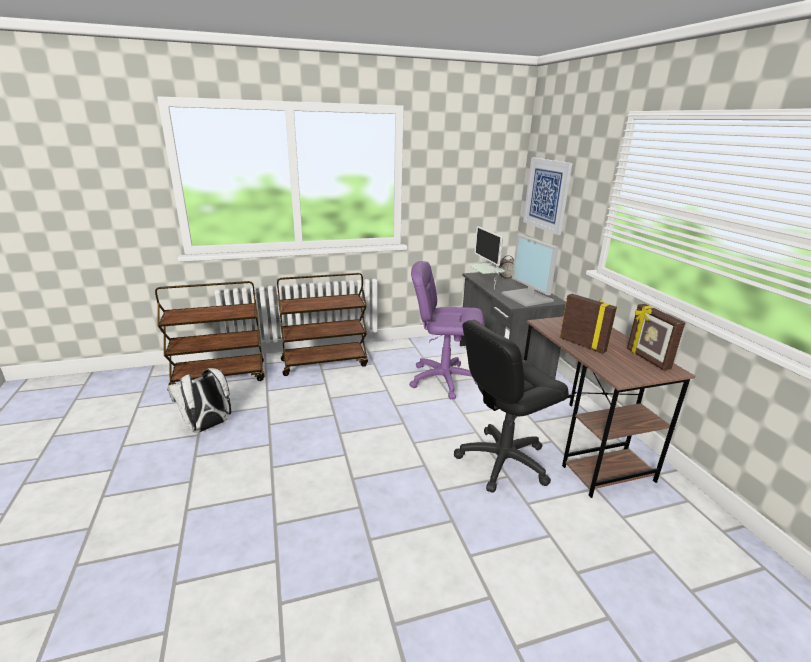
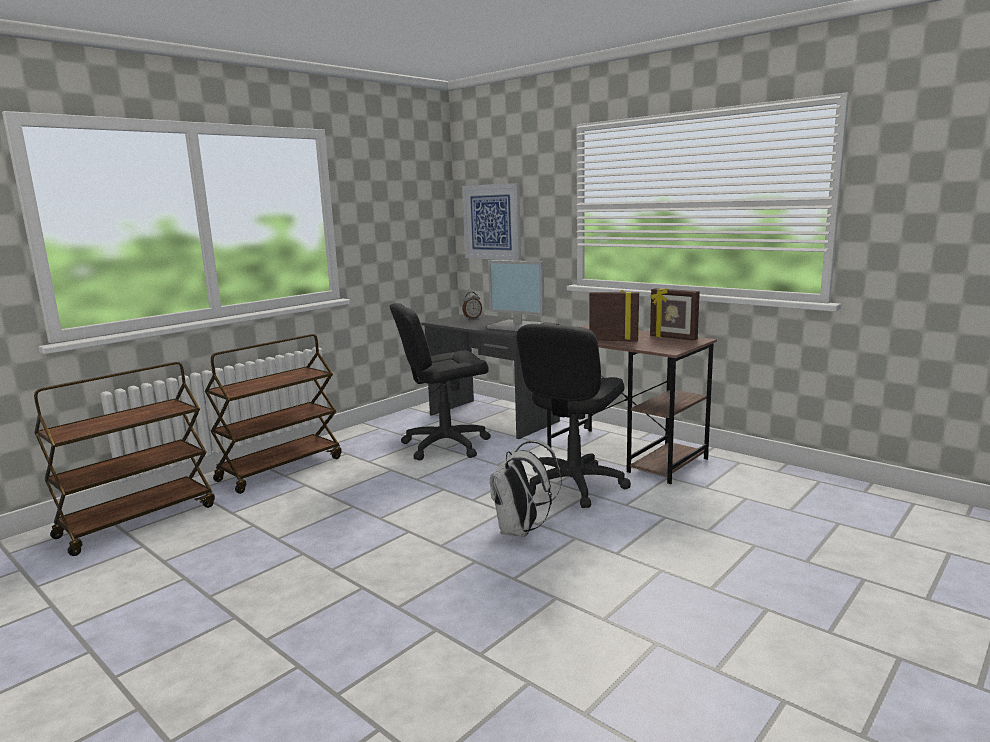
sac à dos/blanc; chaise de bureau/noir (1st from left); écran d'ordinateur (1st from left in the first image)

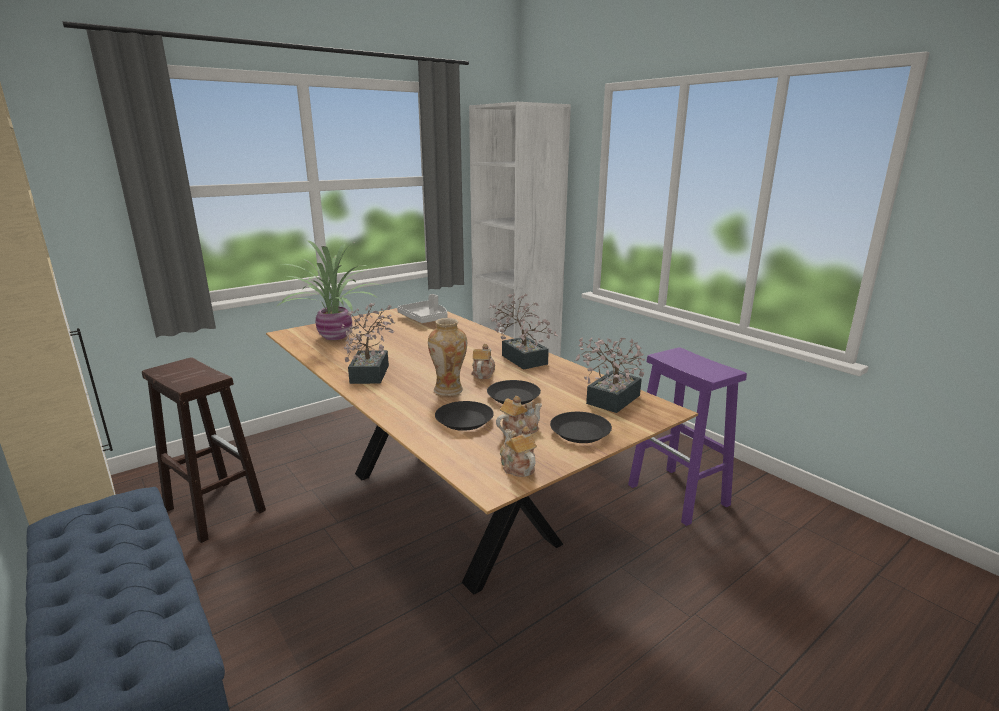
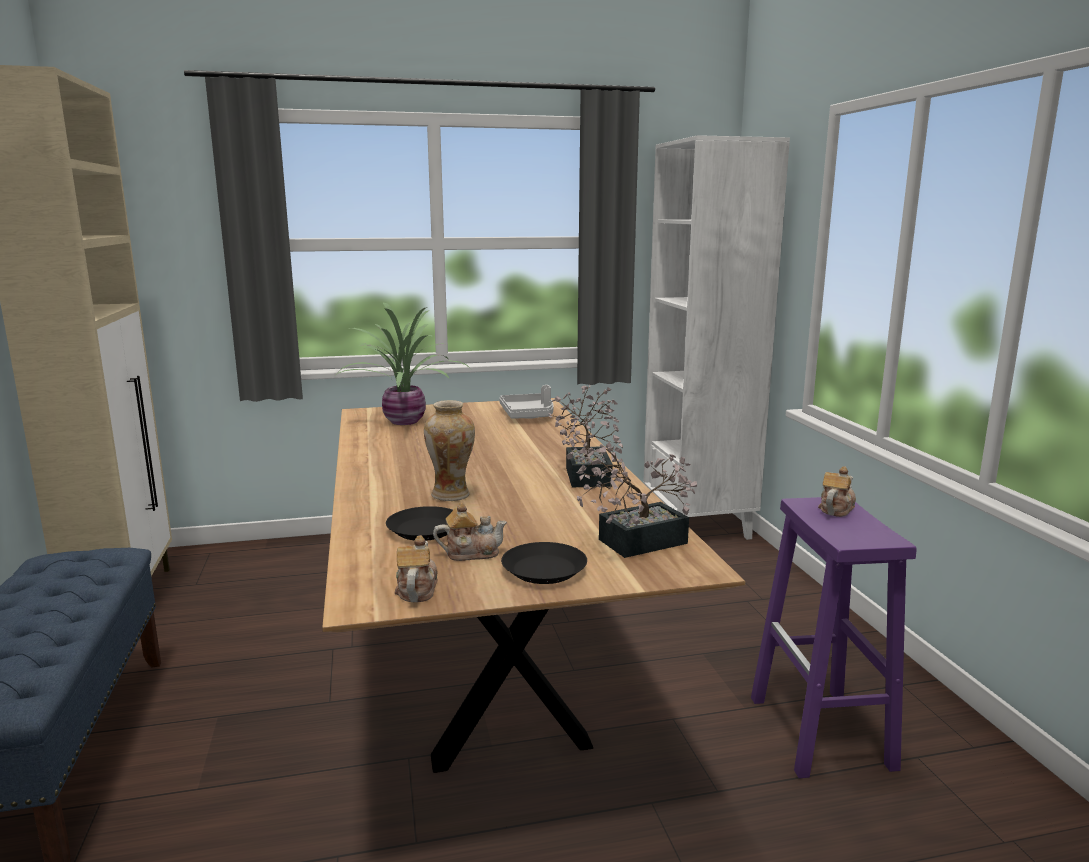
tabouret/marron; plante en pot (2nd from left in the first image); théière (3rd from left); assiette/noir (2nd from left in the first image)

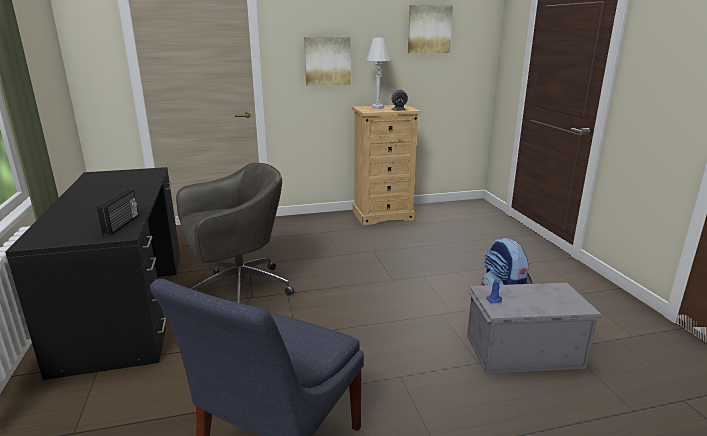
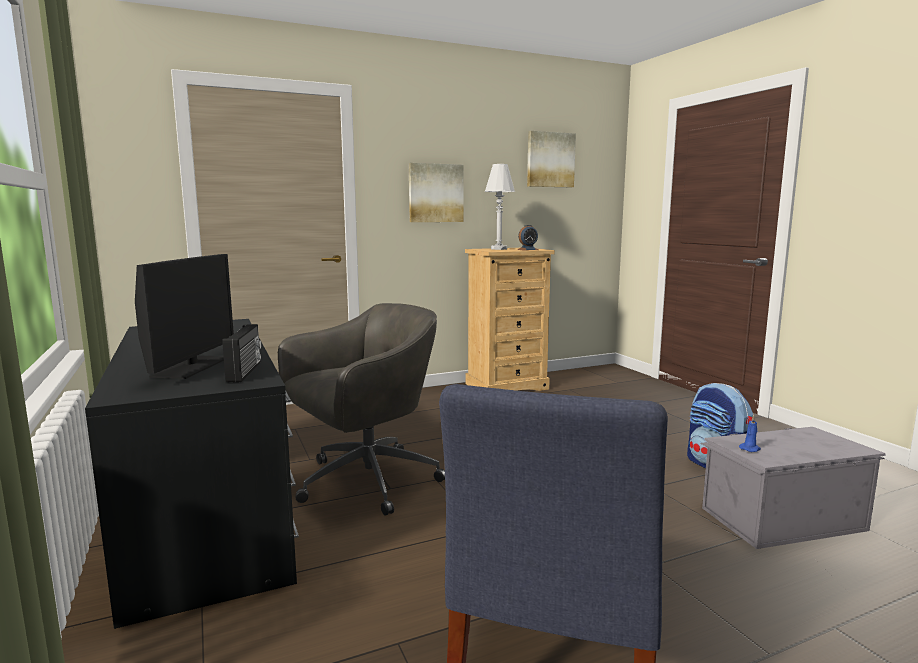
écran d'ordinateur

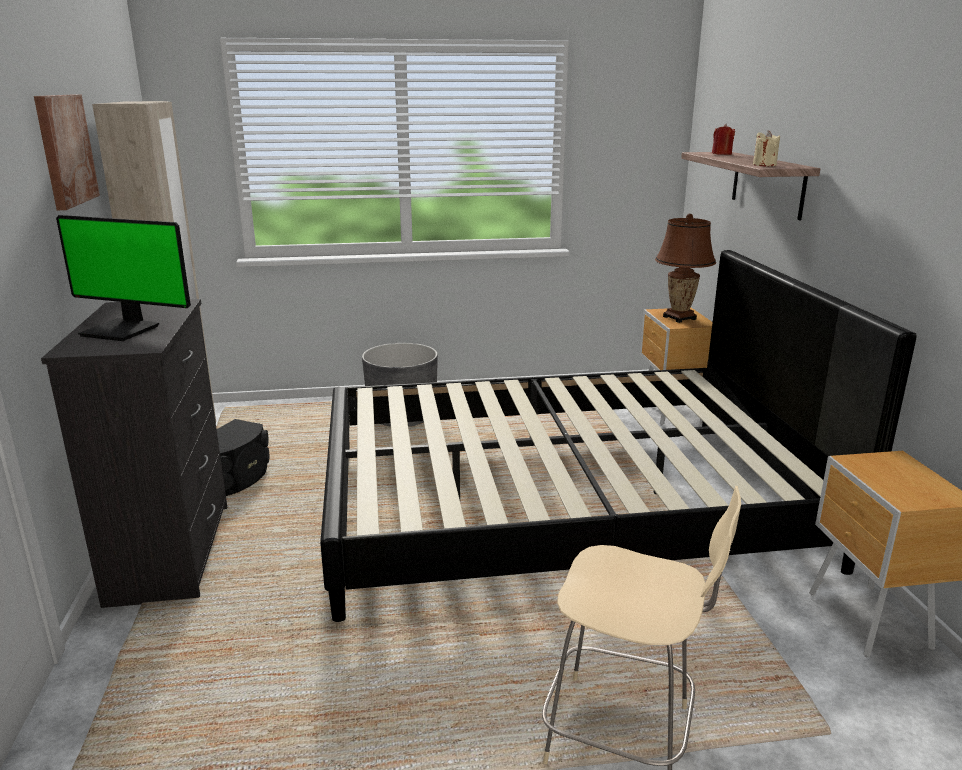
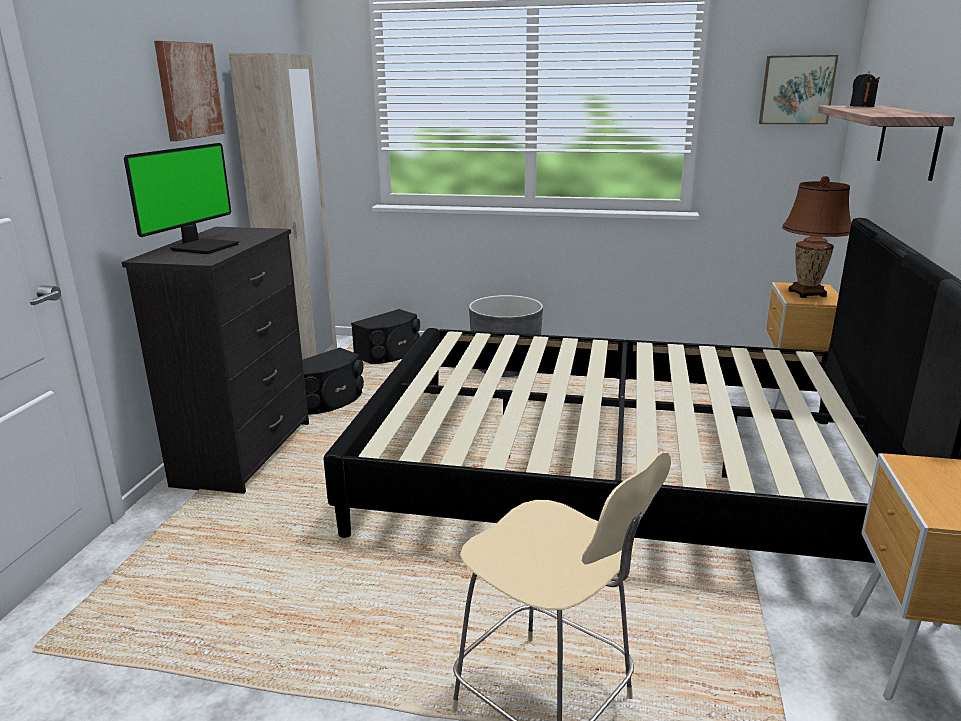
écran d'ordinateur; bougie/noir; bougie/beige; enceinte/noir (2nd from left); tableau (2nd from left)

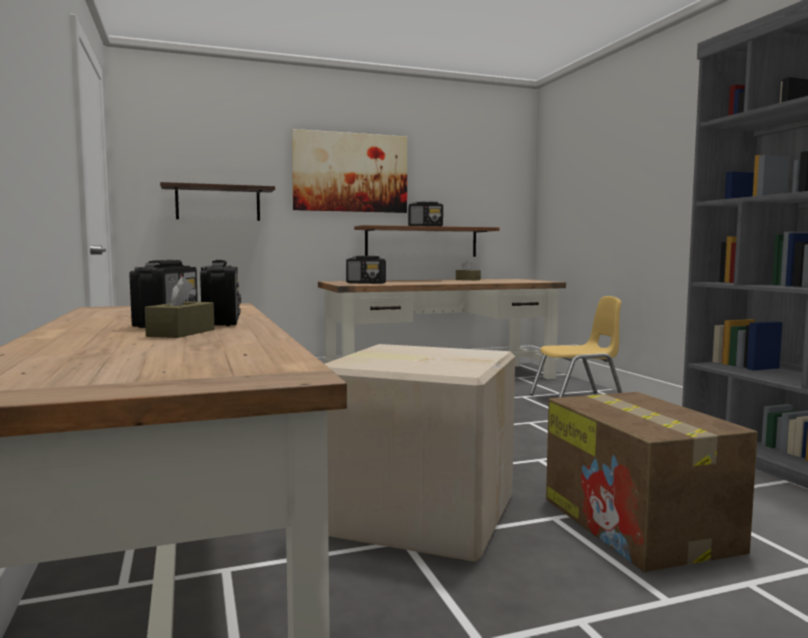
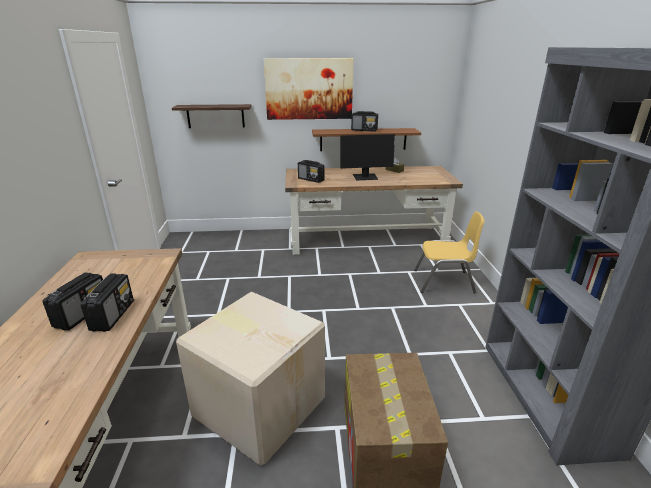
boîte à mouchoirs/marron (1st from left in the first image); écran d'ordinateur

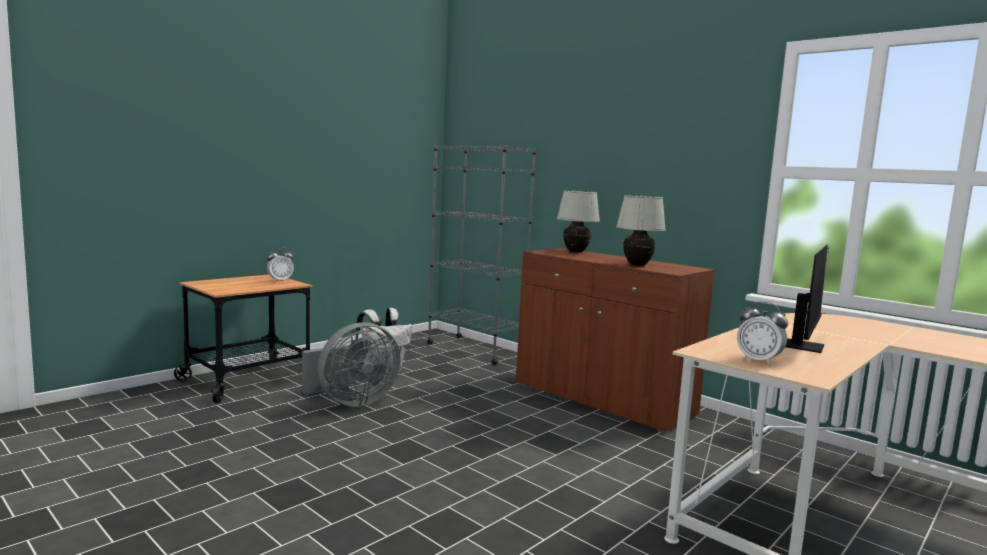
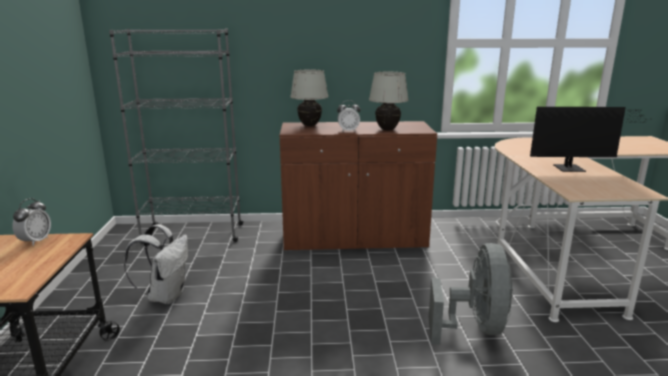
ventilateur/gris; réveil (2nd from left); écran d'ordinateur

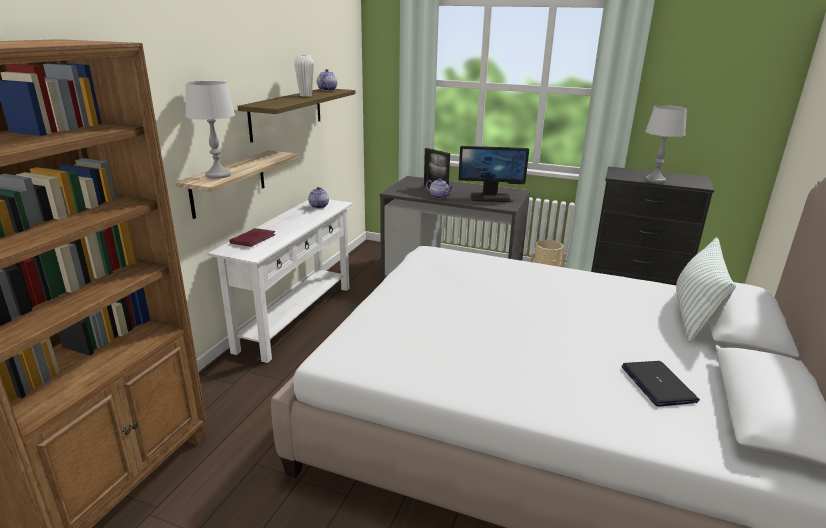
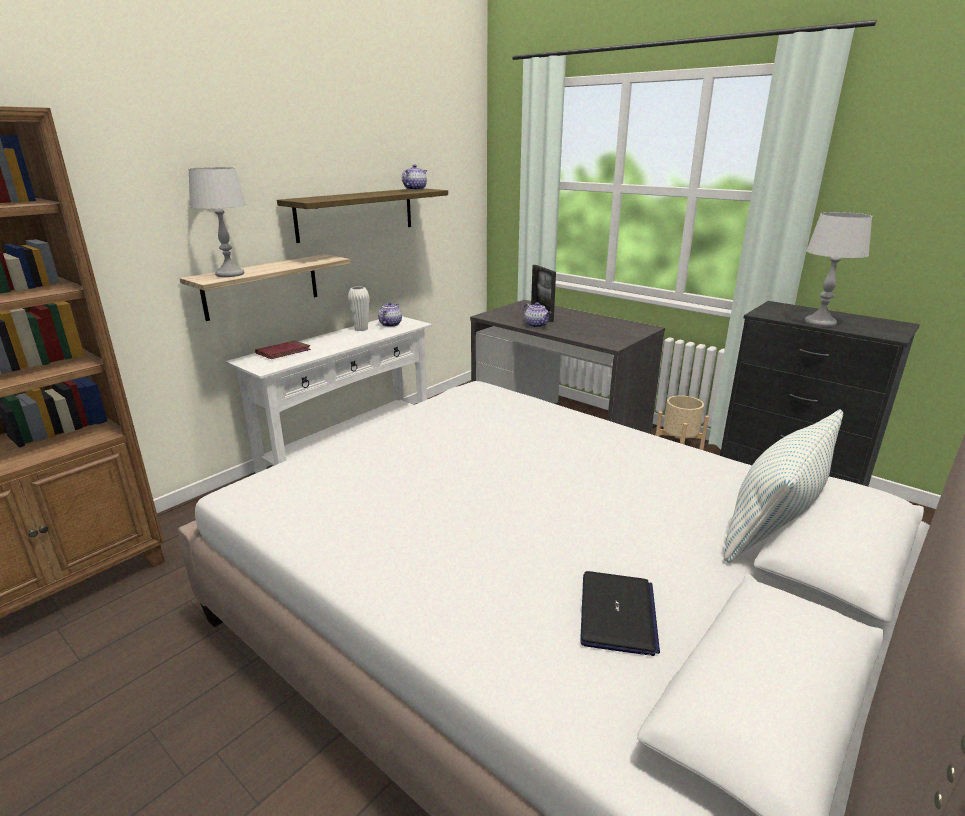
vase/blanc; écran d'ordinateur

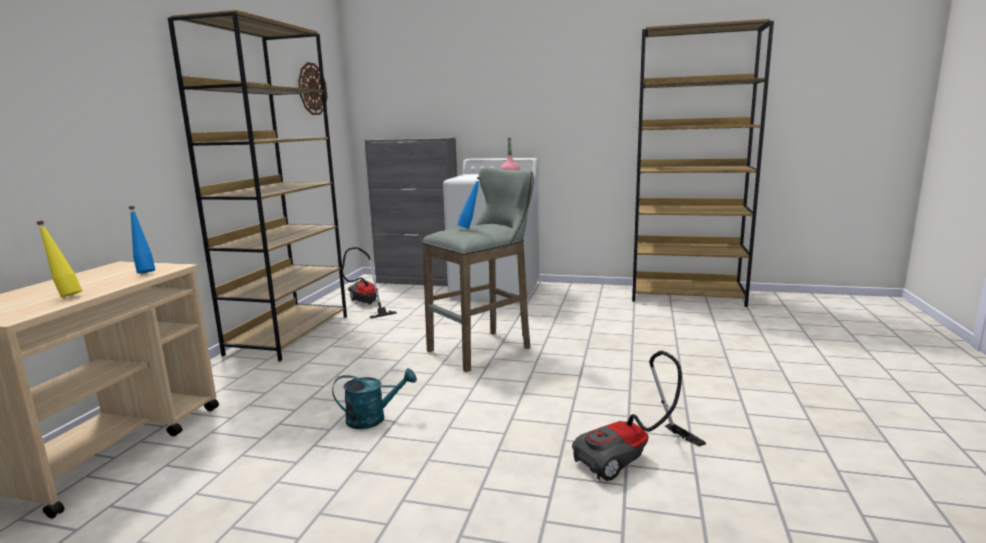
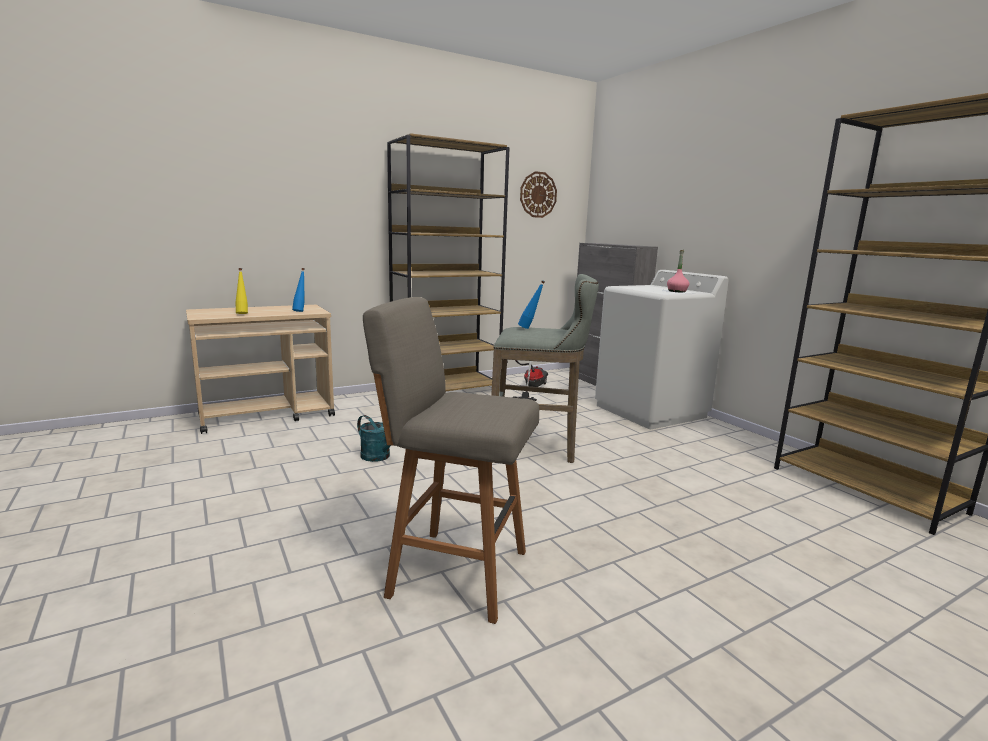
tabouret/gris (1st from left)

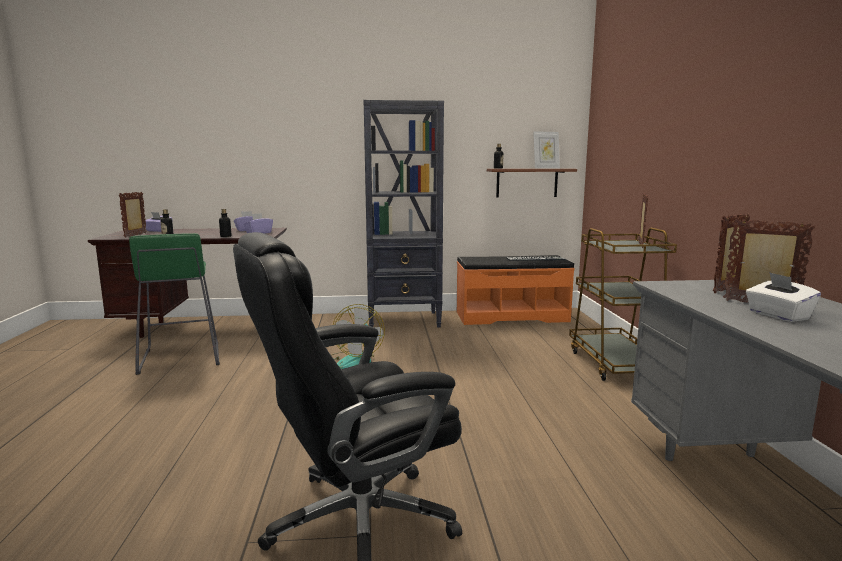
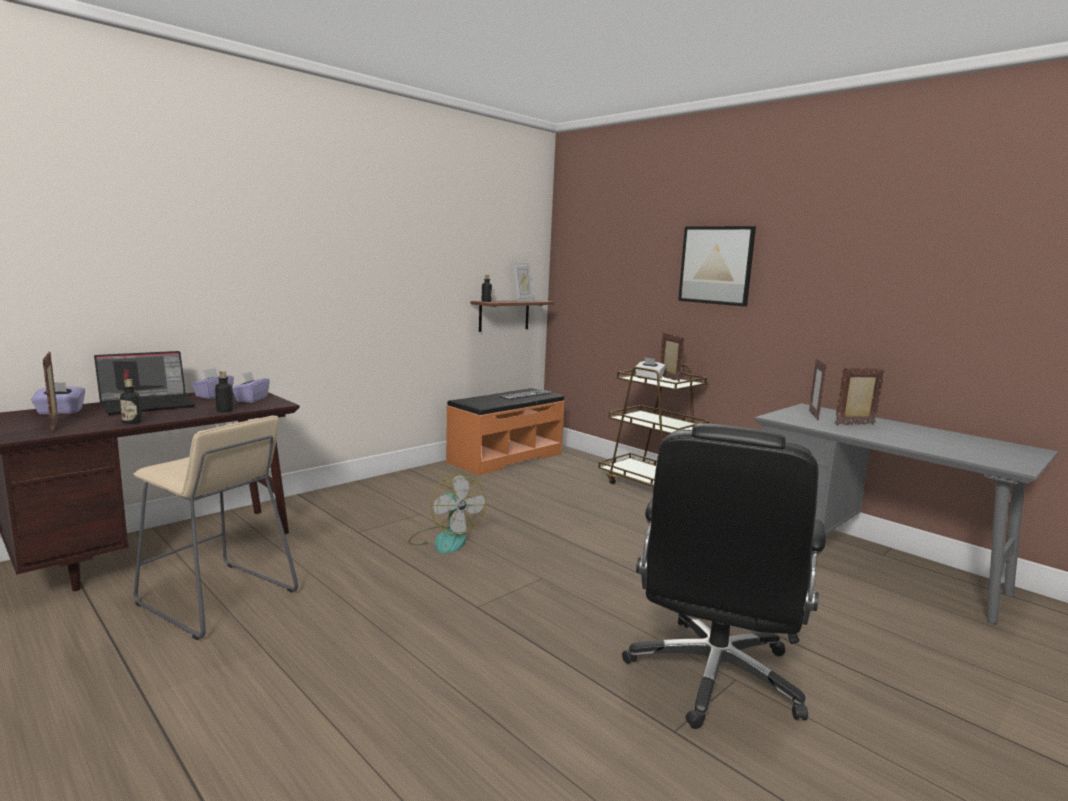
tabouret/beige; bibliothèque/noir; boîte à mouchoirs/blanc; ordinateur portable; tableau

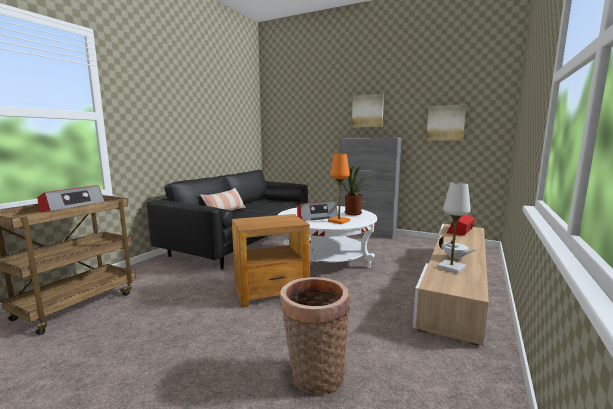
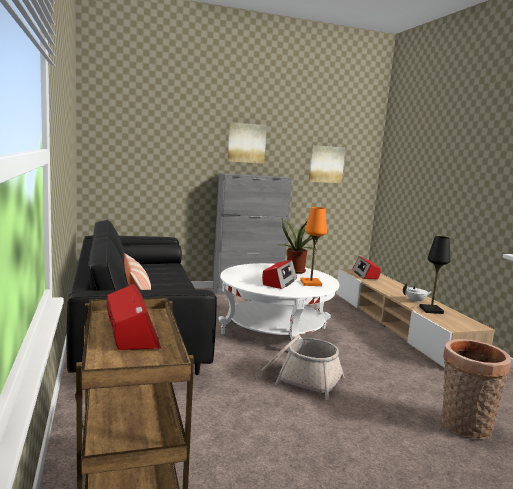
panier (1st from left); lampe de table/noir

